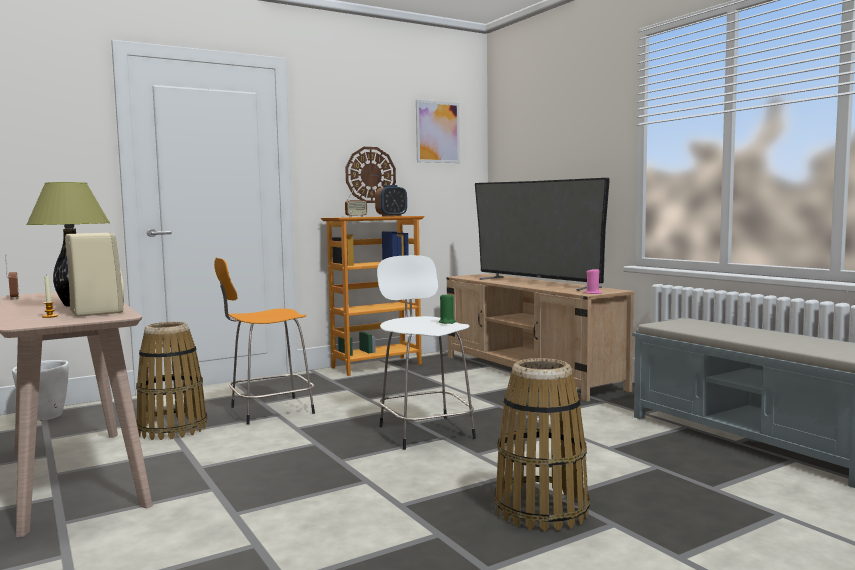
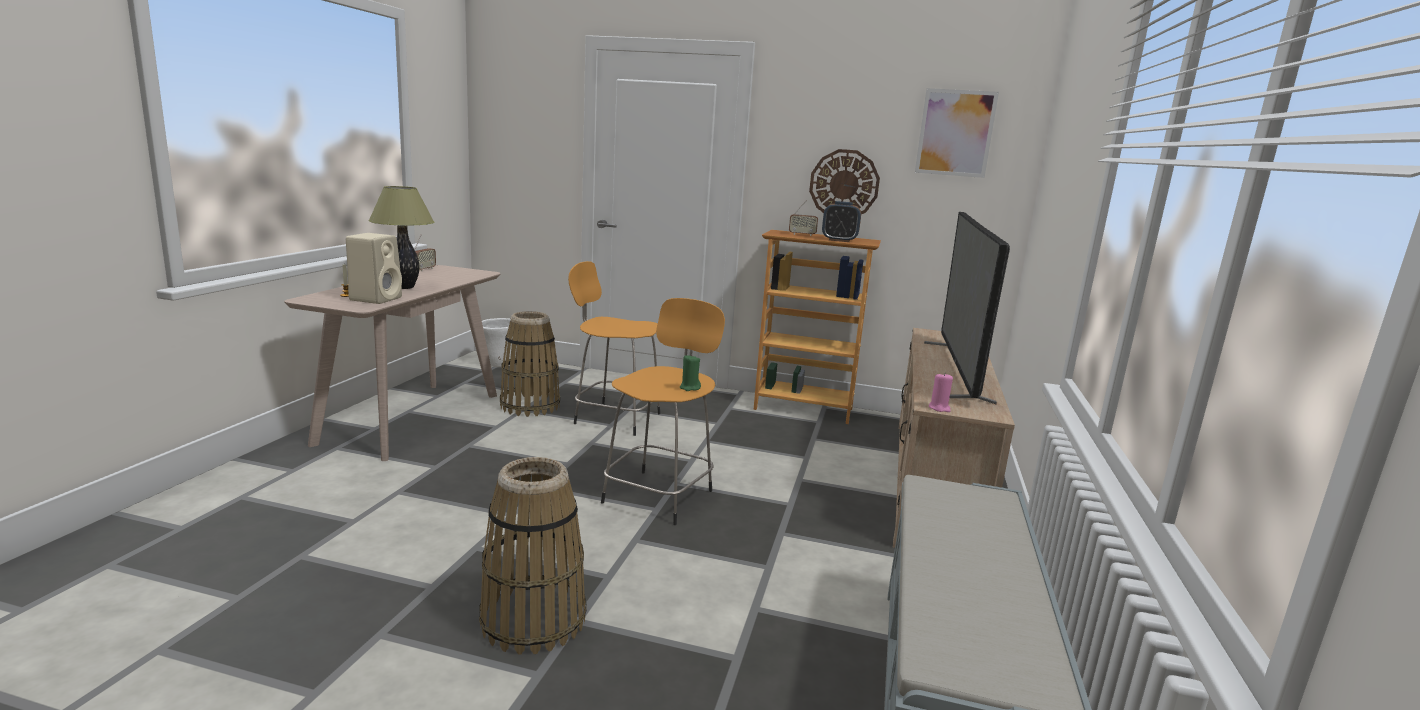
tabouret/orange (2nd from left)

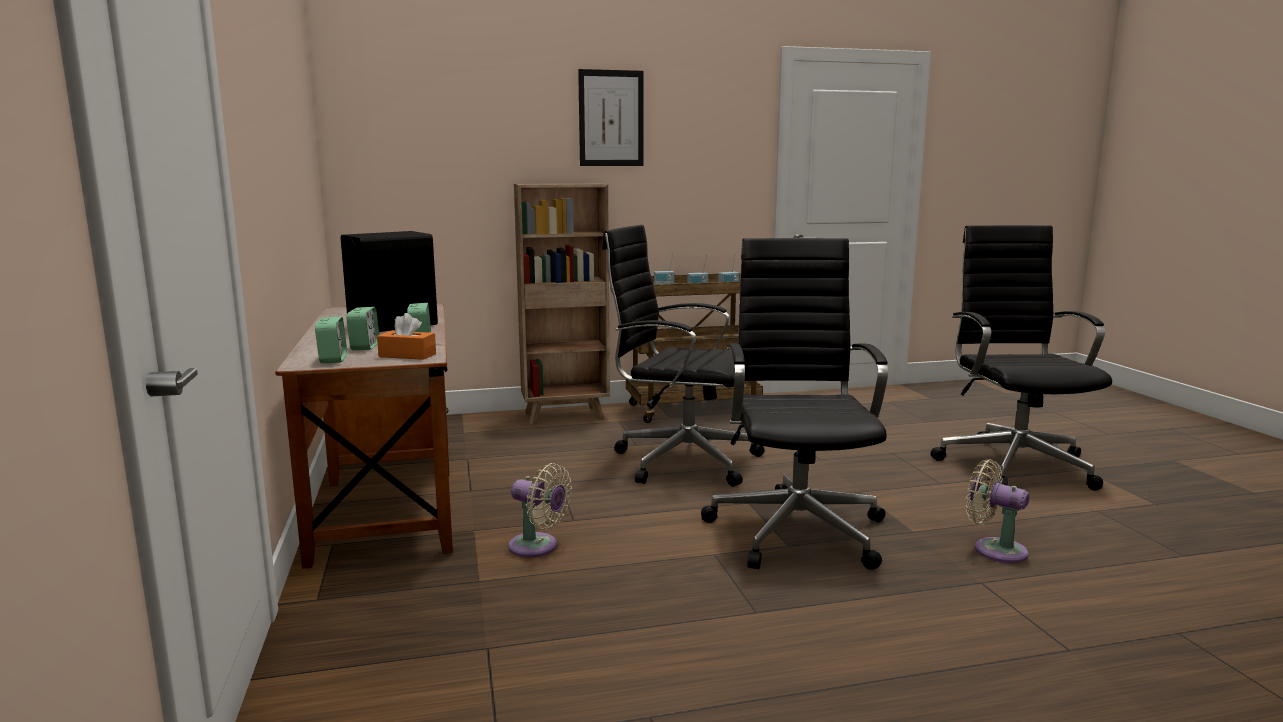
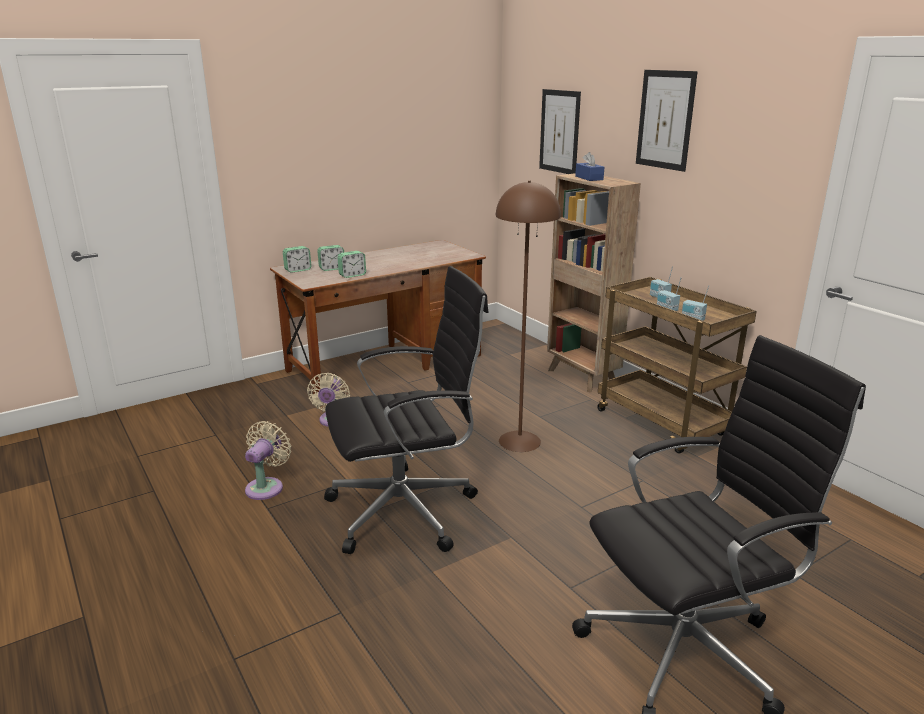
enceinte/noir; boîte à mouchoirs/orange; lampadaire/marron; ventilateur/beige (1st from left); tableau (1st from left); boîte à mouchoirs/bleu

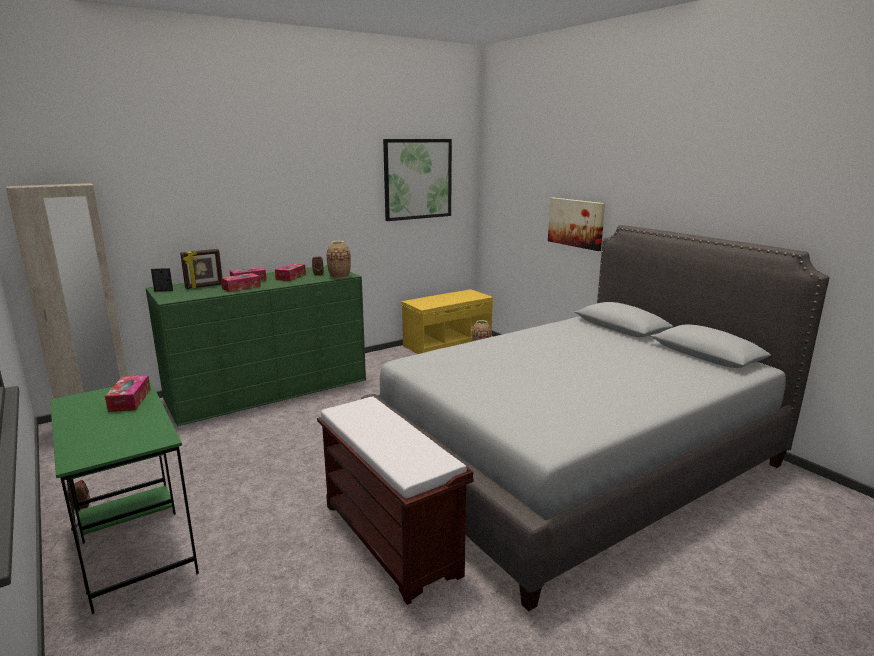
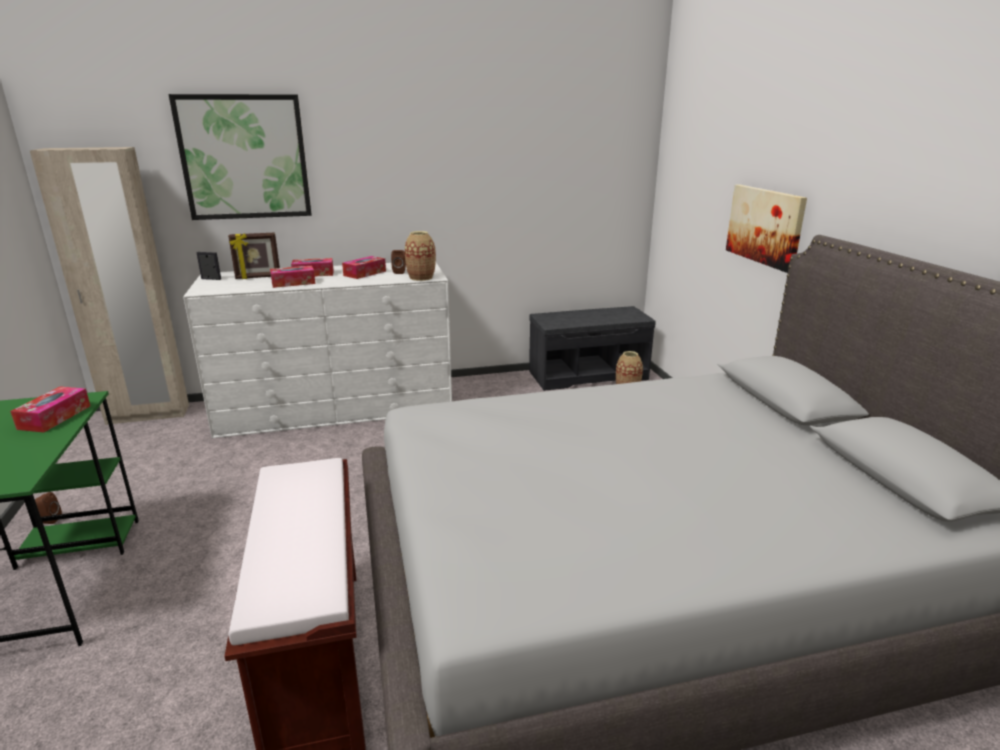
commode/blanc; tableau (1st from left); banc/gris

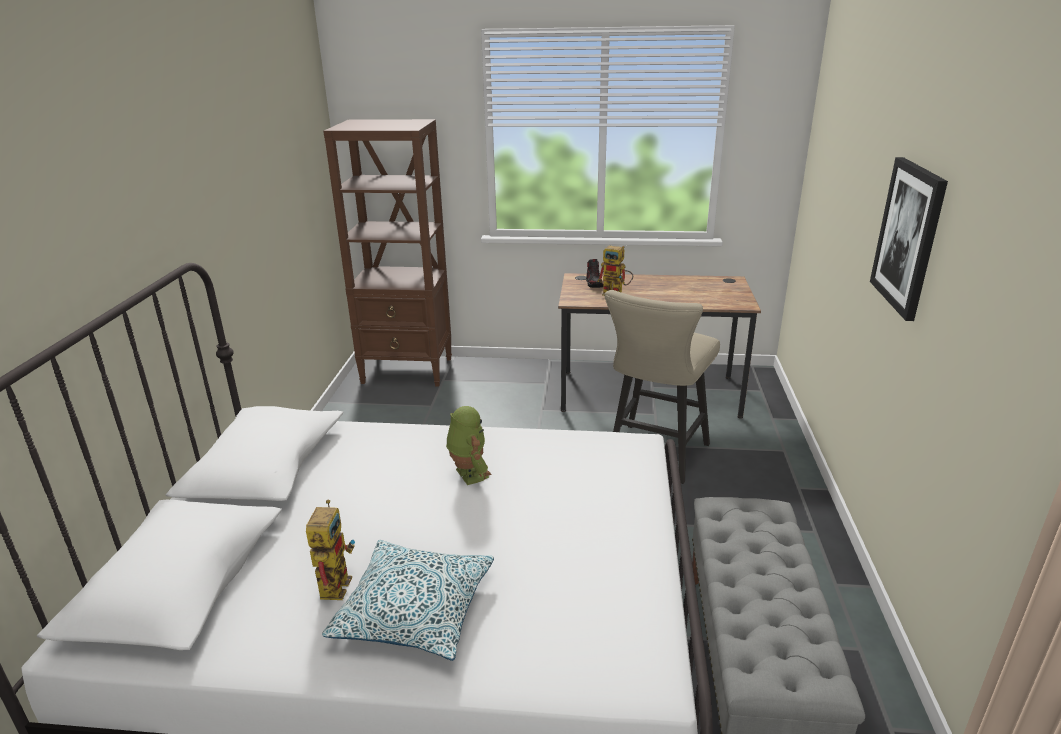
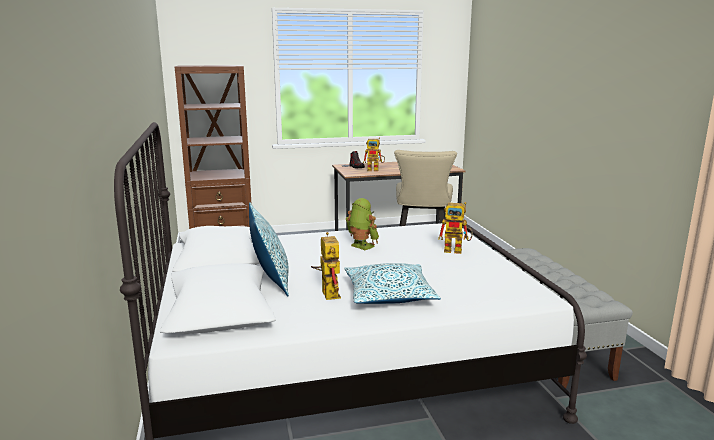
tableau; coussin (1st from left); robot jouet (4th from left)

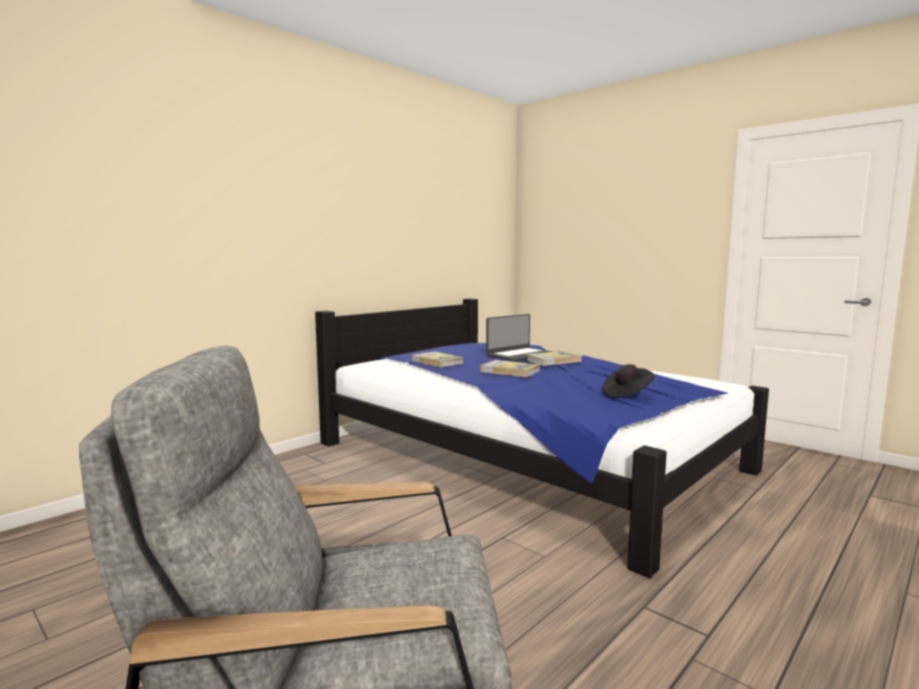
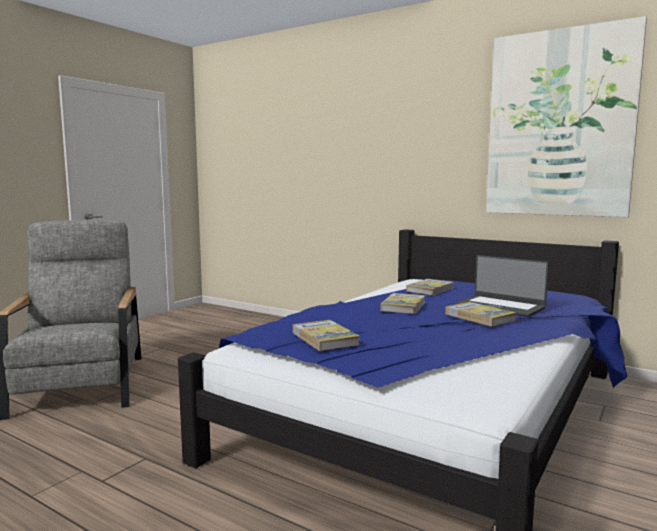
livre (1st from left); tableau

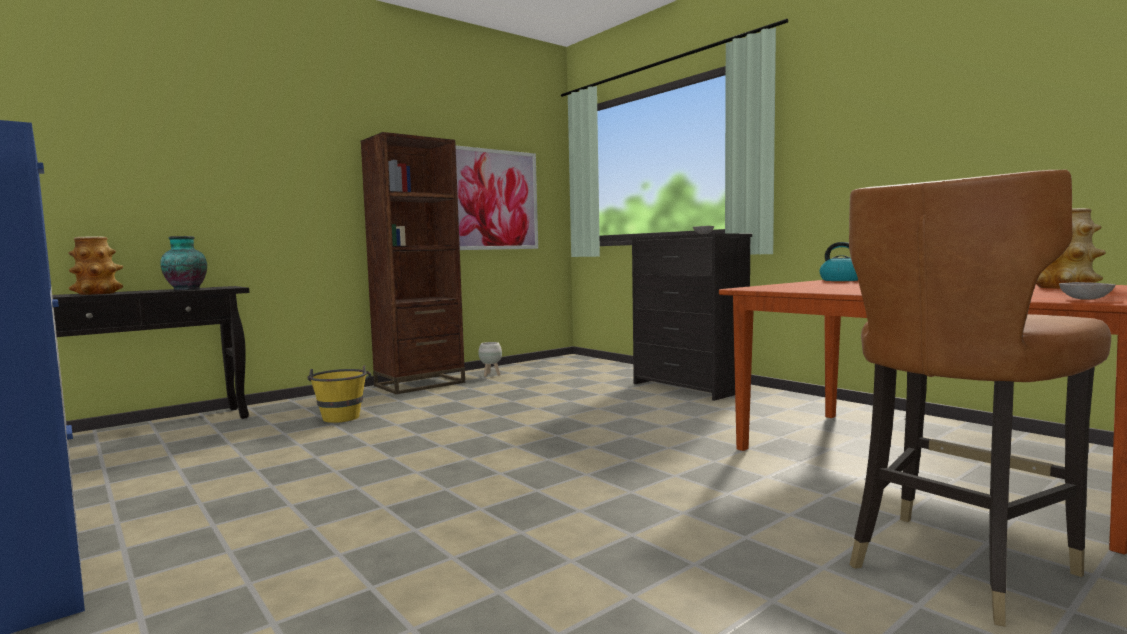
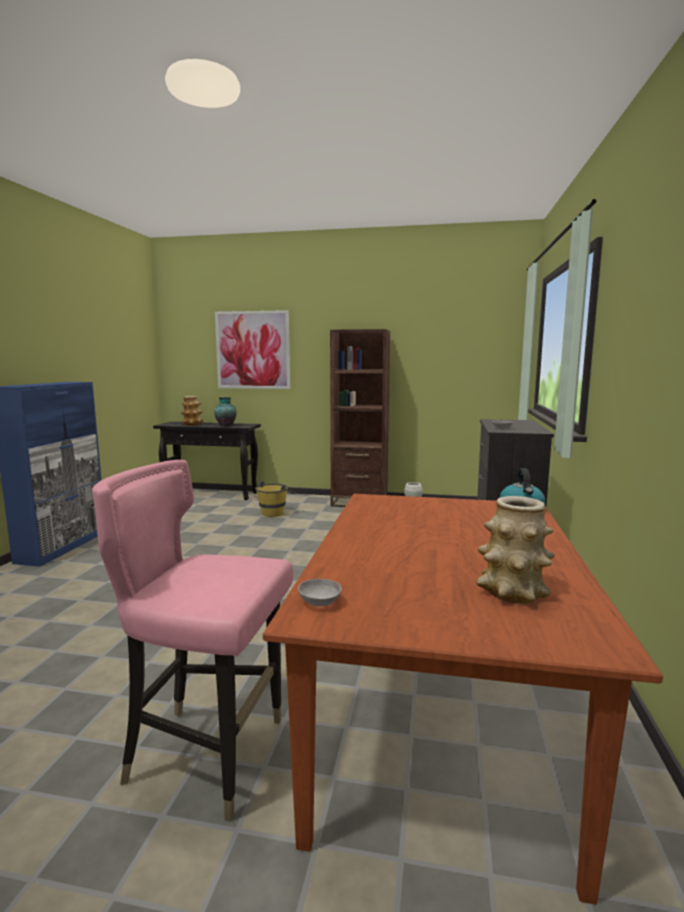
tableau; chaise/rose

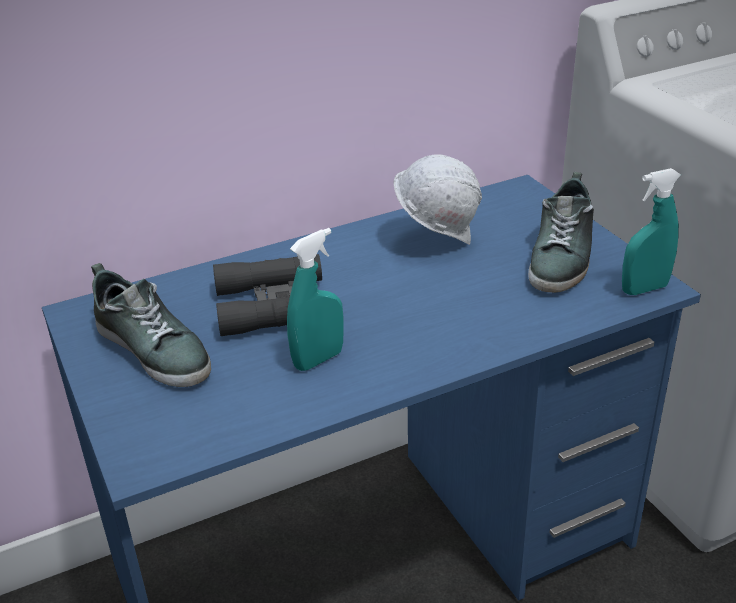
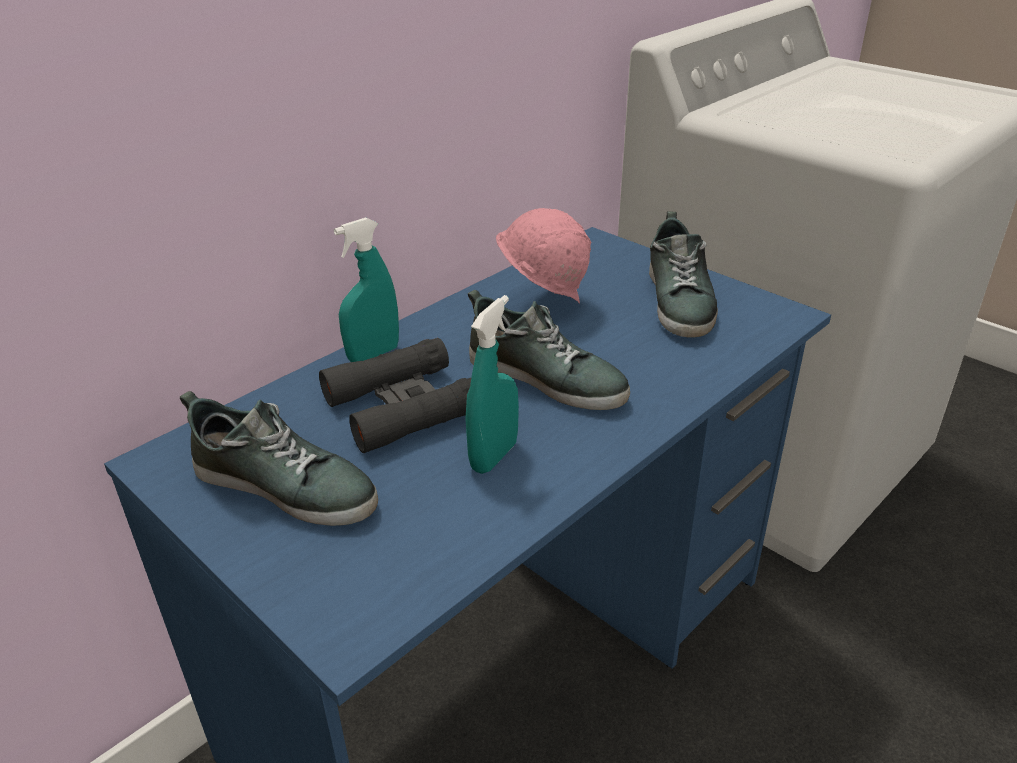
casque de chantier/rose; vaporisateur/turquoise (1st from left); chaussure (2nd from left)

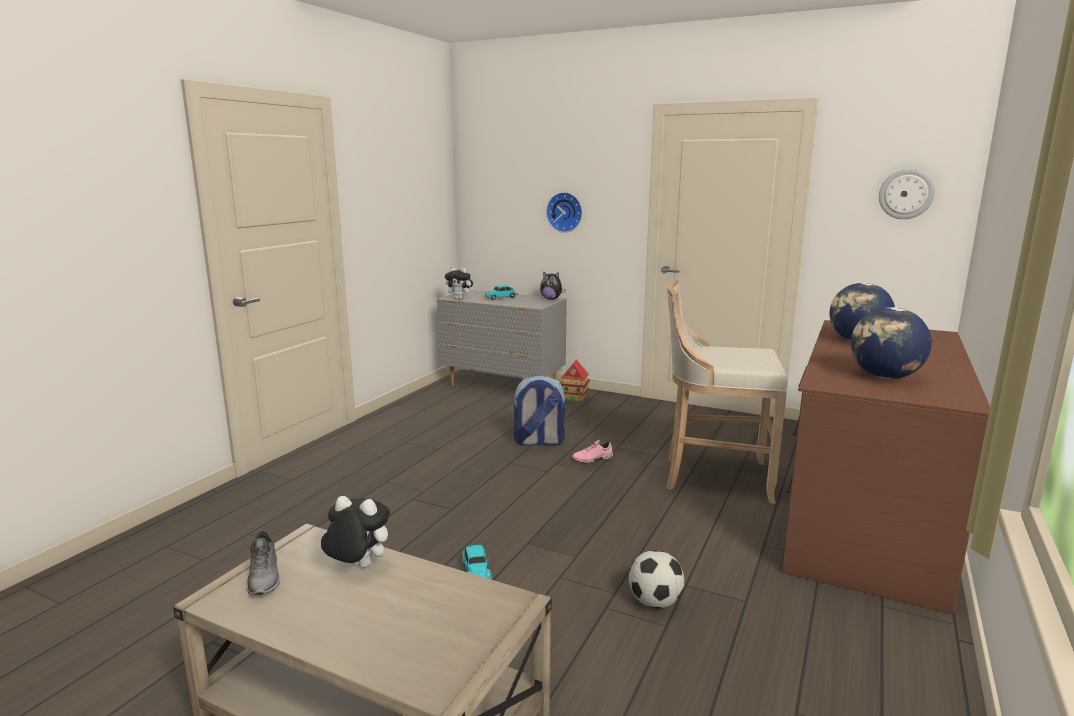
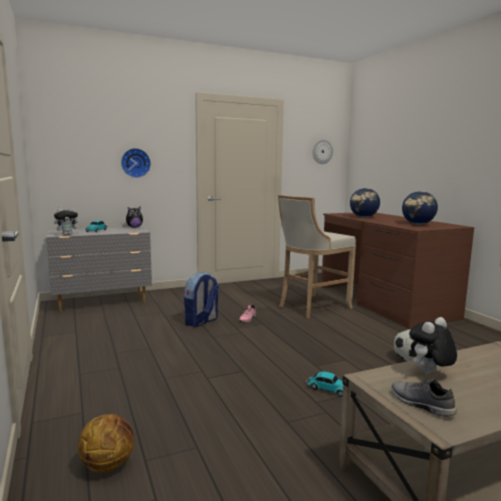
chaussure/gris; maison miniature; ballon de basket

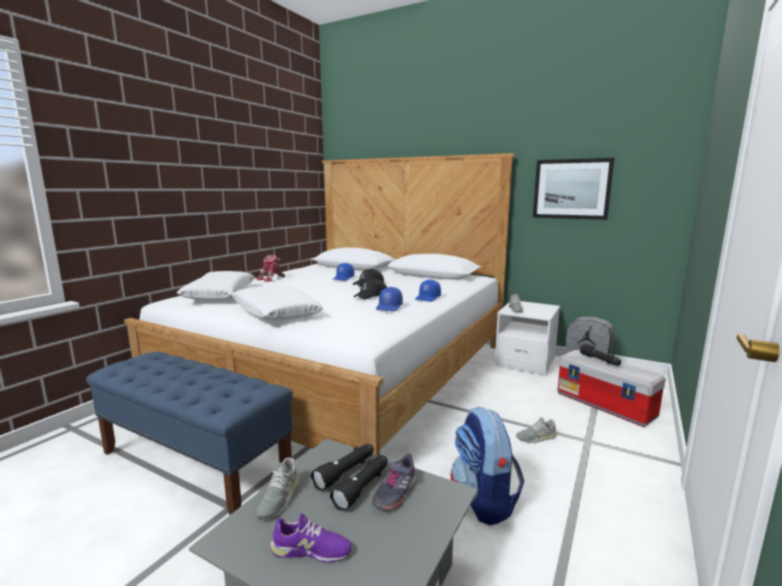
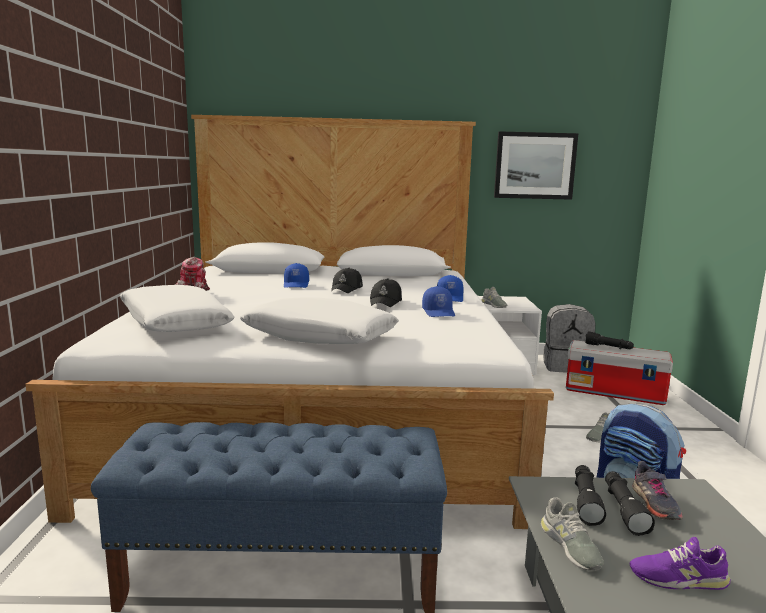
chaussure/violet

